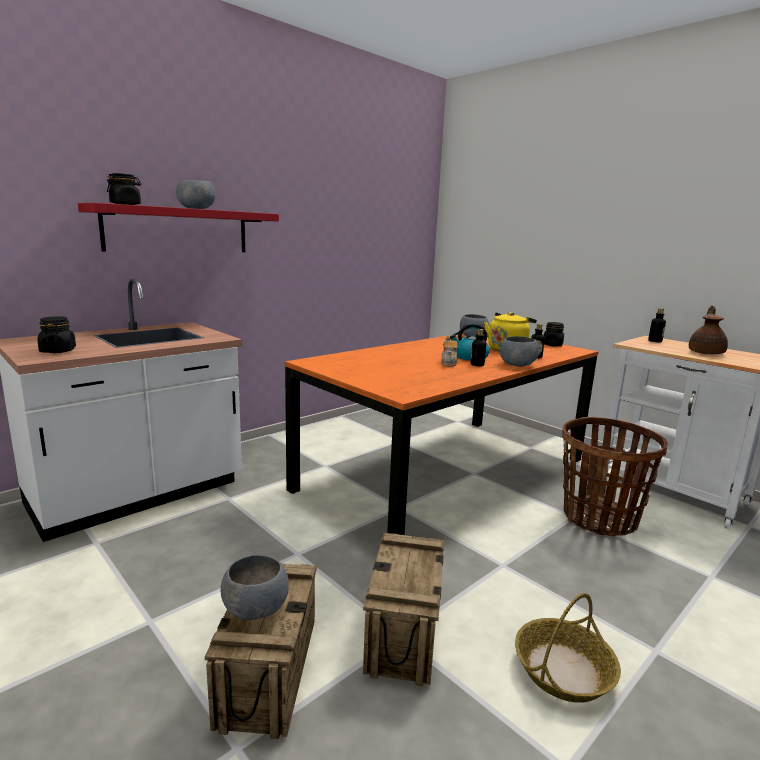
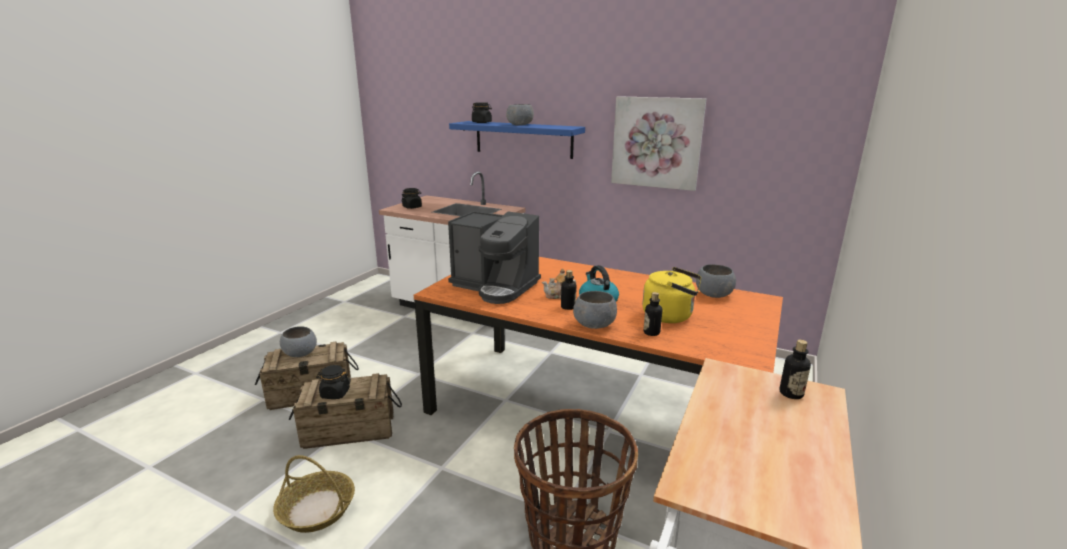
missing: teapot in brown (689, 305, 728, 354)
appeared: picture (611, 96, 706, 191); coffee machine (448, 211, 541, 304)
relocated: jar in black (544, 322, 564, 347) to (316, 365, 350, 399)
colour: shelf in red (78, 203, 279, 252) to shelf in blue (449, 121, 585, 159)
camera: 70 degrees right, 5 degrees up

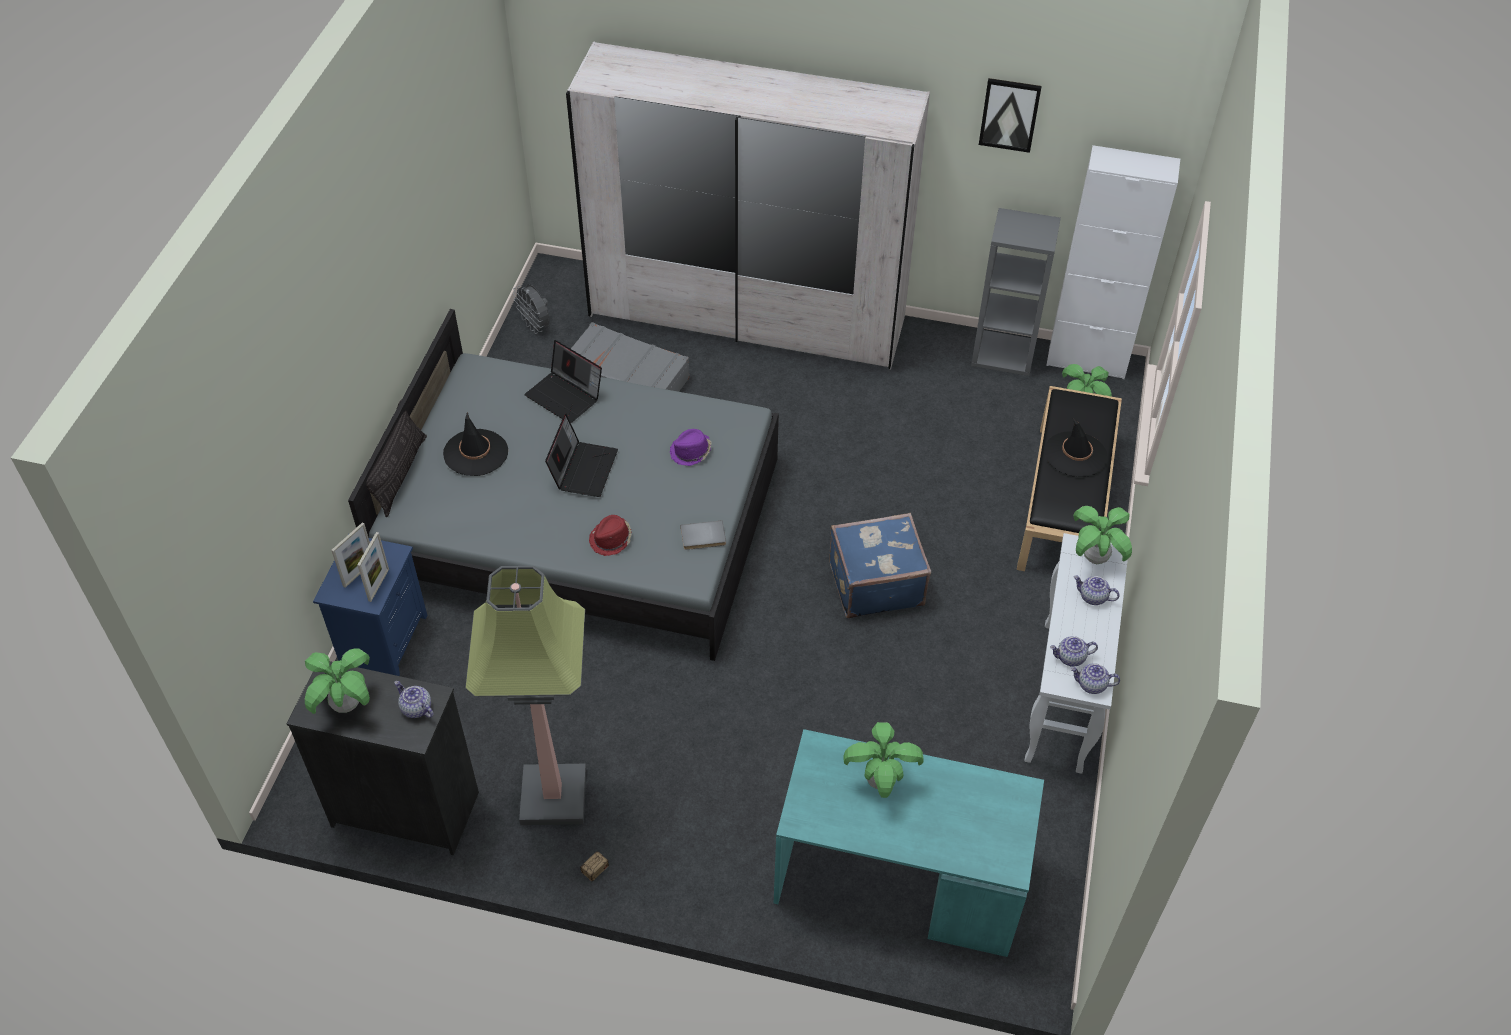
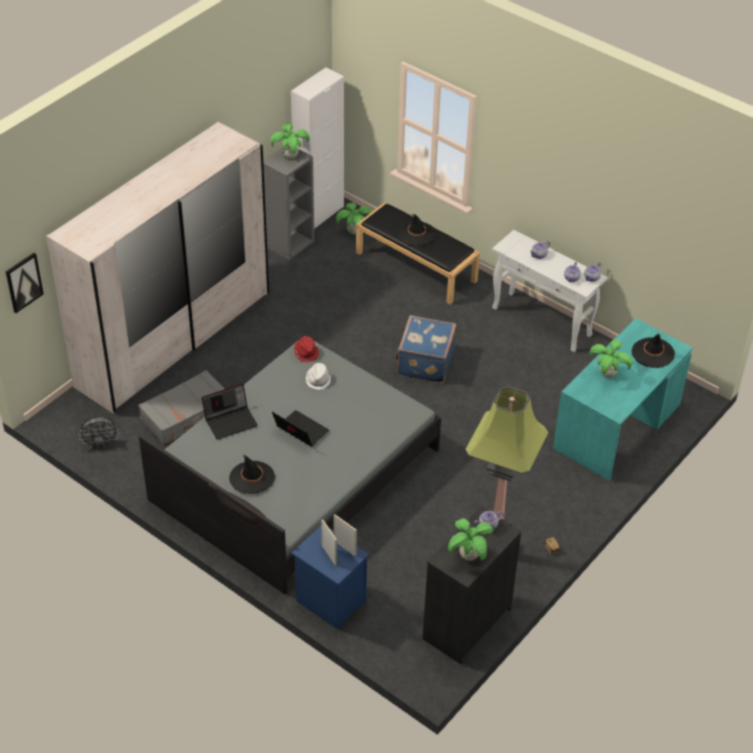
missing: book in grey (680, 520, 726, 550)
appeared: hat in black (632, 334, 675, 368)
relocated: picture (979, 78, 1042, 153) to (5, 253, 44, 313); potted plant (1073, 506, 1132, 564) to (270, 123, 310, 159); hat in red (589, 515, 632, 556) to (294, 336, 319, 362)
colour: hat in purple (670, 429, 711, 466) to hat in white (306, 363, 331, 390)
camera: 65 degrees left, 5 degrees down

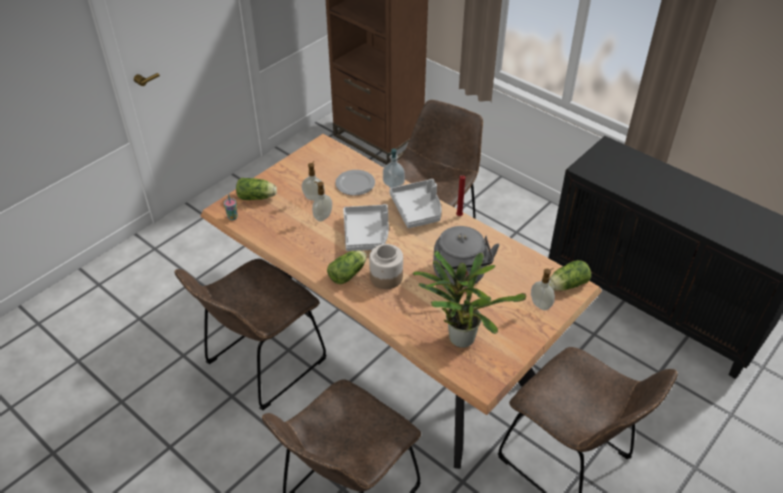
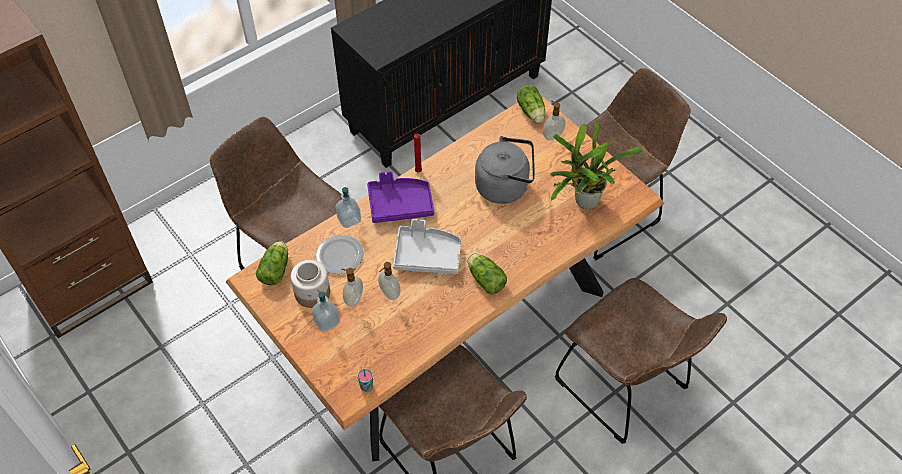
appeared: soap dispenser (311, 289, 340, 332)
relocated: lettuce (236, 178, 277, 200) to (256, 241, 288, 286); jar (369, 244, 403, 289) to (290, 260, 330, 308)
colour: tray in grey (389, 179, 441, 228) to tray in purple (367, 171, 434, 223)
camera: 80 degrees left, 10 degrees up

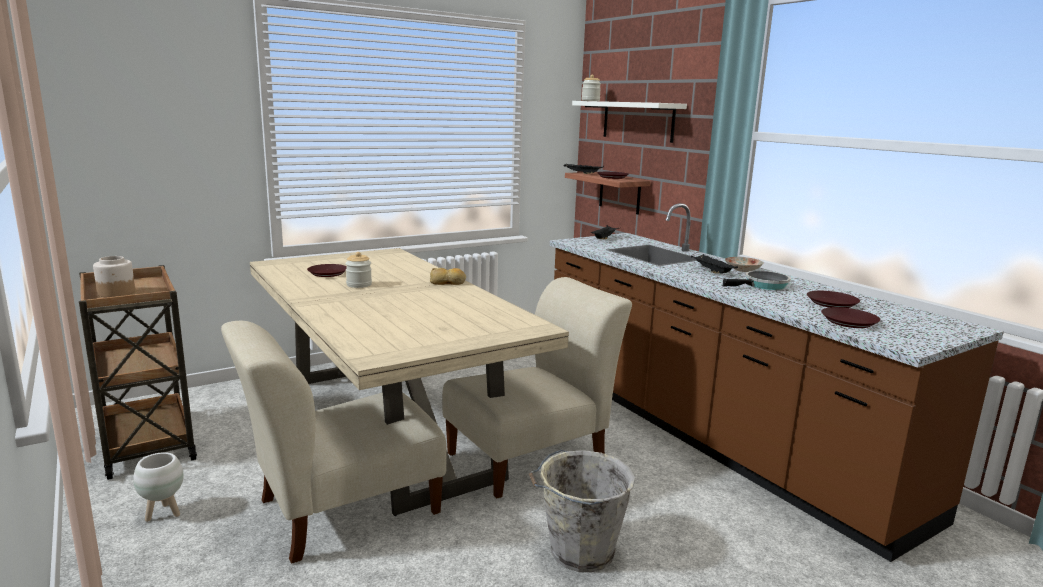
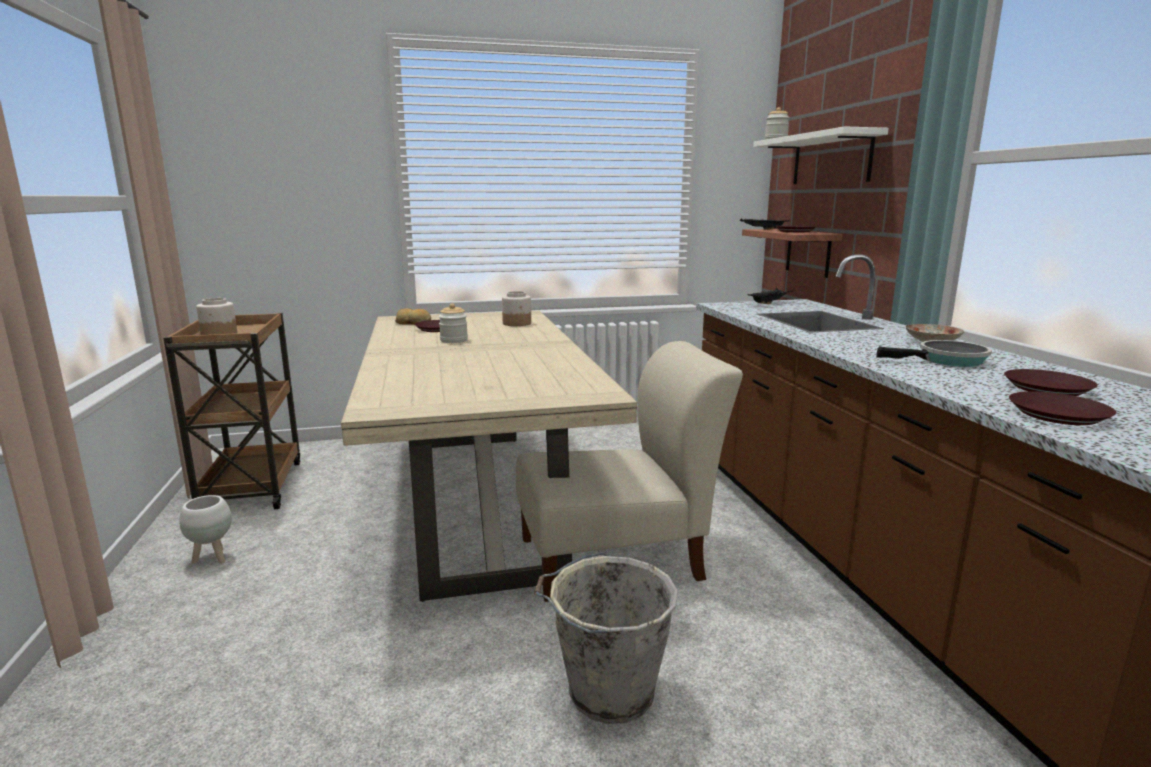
missing: tray in black (691, 254, 738, 274); chair in beige (221, 321, 447, 564)
appeared: jar (502, 291, 531, 326)
relocated: bread (430, 268, 466, 285) to (395, 308, 431, 325)
camera: 20 degrees right, 0 degrees up

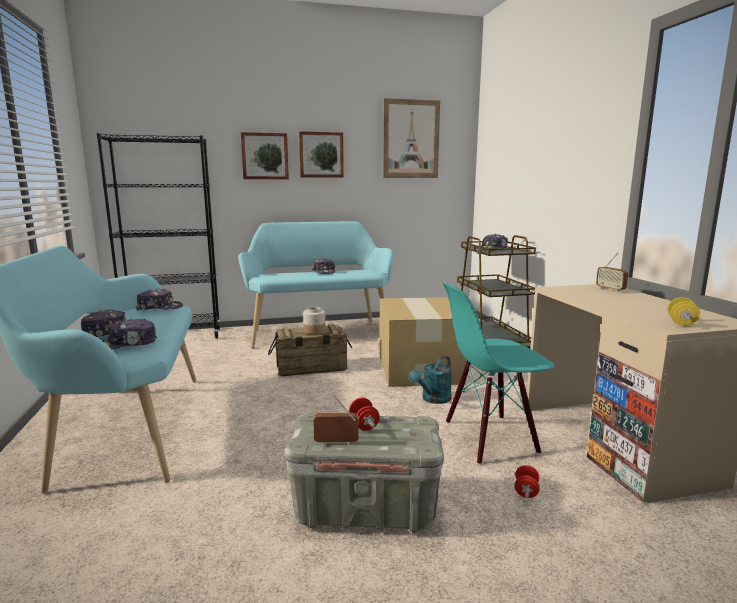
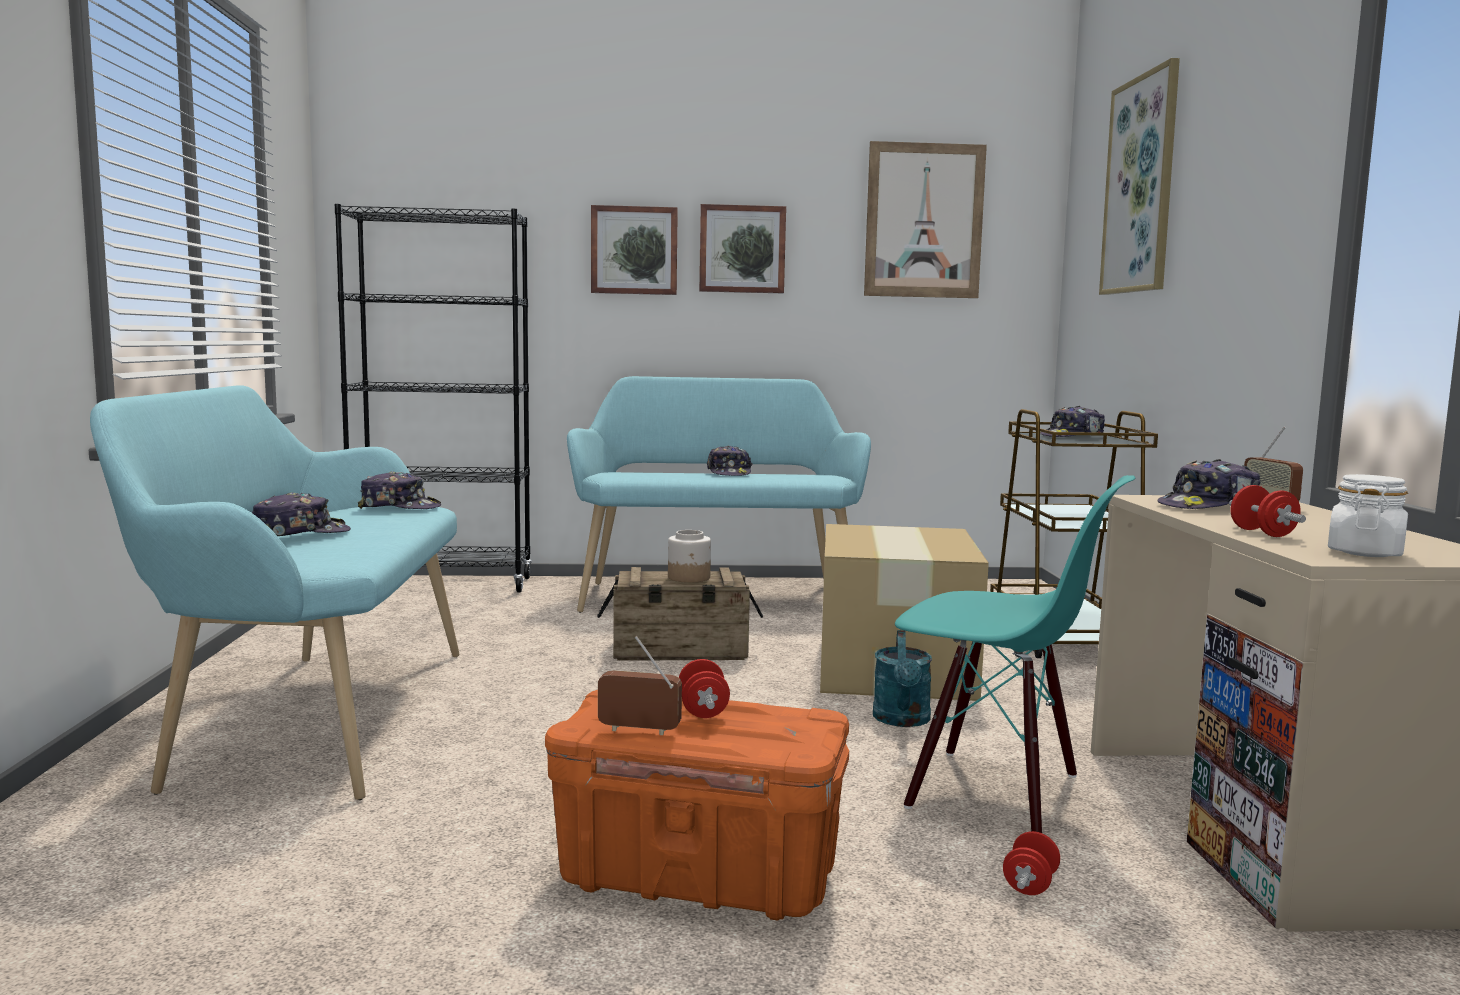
appeared: picture (1099, 58, 1180, 295); dumbbell in red (1229, 485, 1306, 537)
relocated: cap (102, 319, 157, 349) to (1157, 459, 1260, 509)
exchanged: dumbbell in yellow (668, 297, 700, 326) to jar in white (1328, 474, 1408, 557)
colour: storage box in grey (285, 413, 444, 533) to storage box in orange (545, 690, 849, 921)
spun: chair in turquoise (442, 282, 555, 465) = (895, 475, 1135, 833) 150 degrees counterclockwise; watering can in turquoise (409, 356, 452, 404) = (873, 630, 932, 727) 45 degrees counterclockwise
camera: 10 degrees right, 5 degrees down

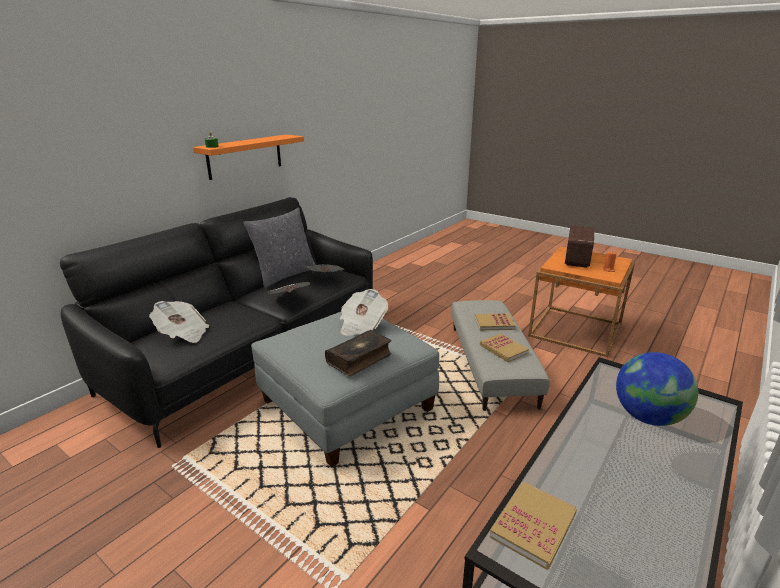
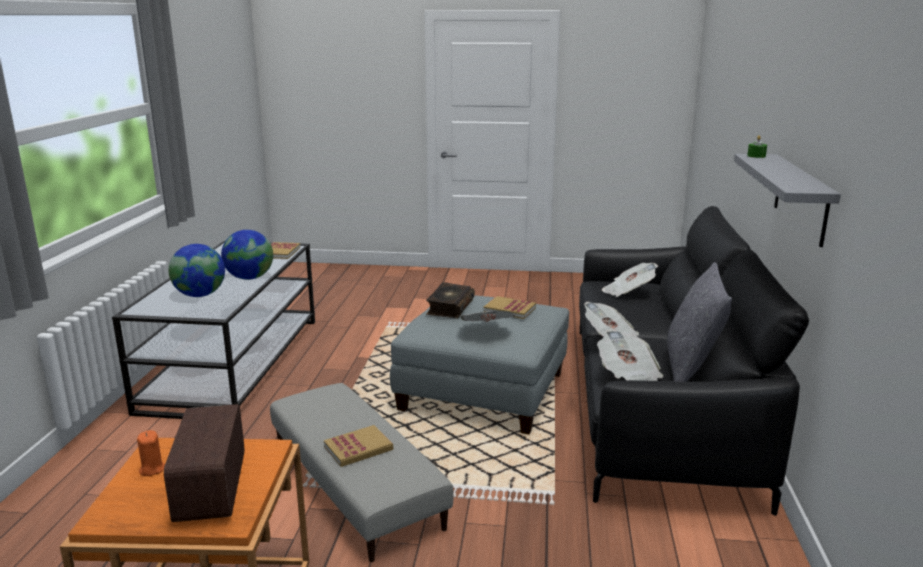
appeared: globe (221, 230, 273, 280)
relocated: book (480, 333, 529, 362) to (484, 296, 536, 319)
colour: shelf in orange (193, 134, 304, 180) to shelf in grey (734, 154, 841, 247)
camera: 150 degrees right, 5 degrees down

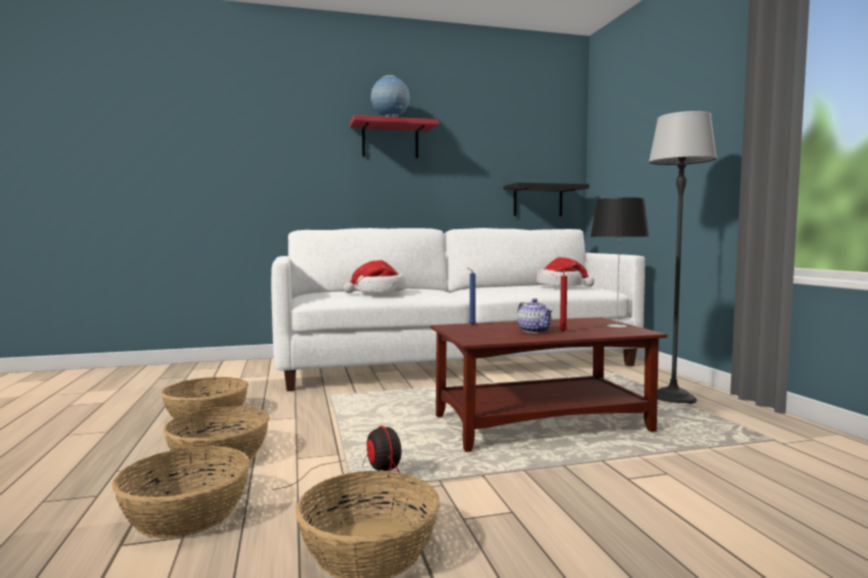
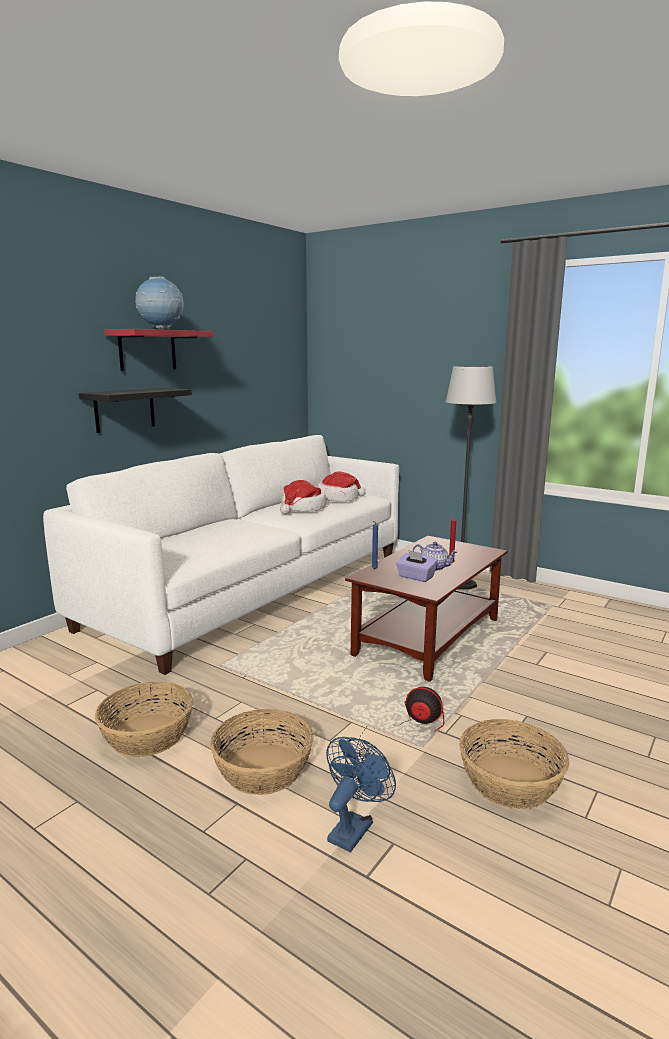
missing: table lamp (590, 198, 649, 328)
appeared: tissue box in purple (396, 550, 438, 582)
relocated: shelf in black (504, 182, 589, 216) to (79, 388, 192, 433); hat (344, 260, 406, 293) to (280, 480, 326, 514)
exchanged: basket (112, 446, 251, 538) to fan in blue (326, 737, 396, 852)
camera: 40 degrees left, 10 degrees up

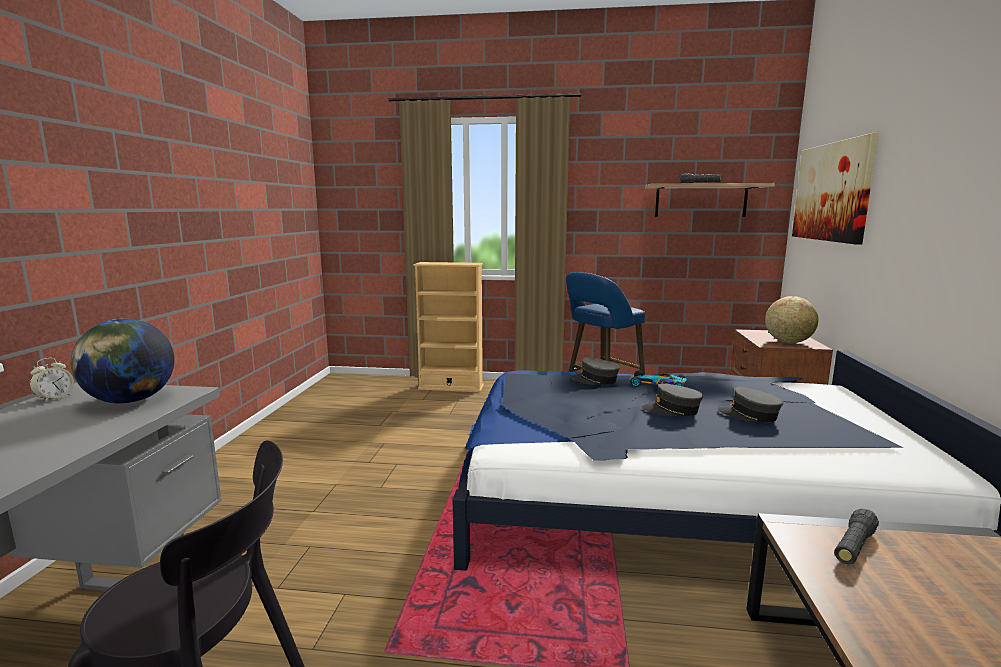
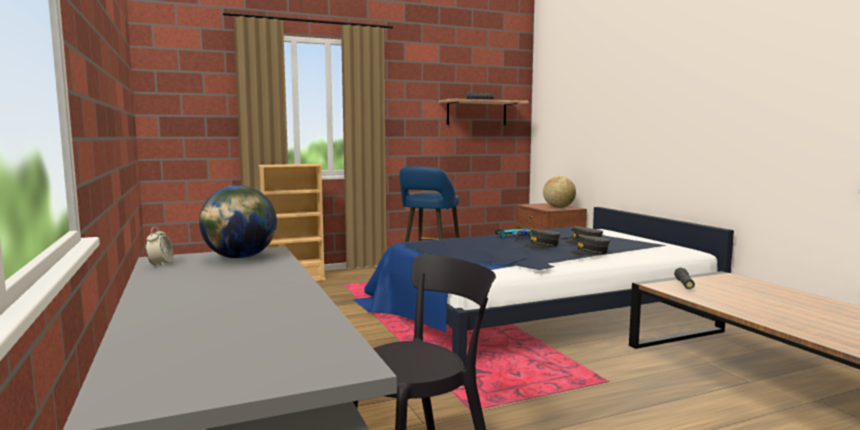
missing: picture (792, 133, 879, 245)
relocated: cap in grey (570, 357, 620, 385) to (569, 235, 610, 255)
camera: 30 degrees left, 5 degrees down

